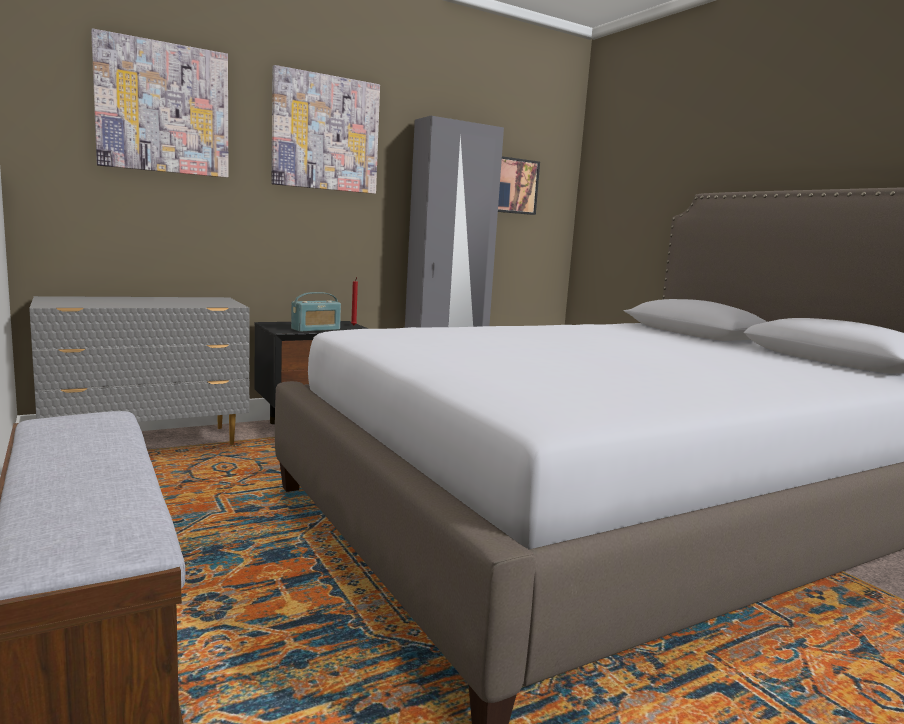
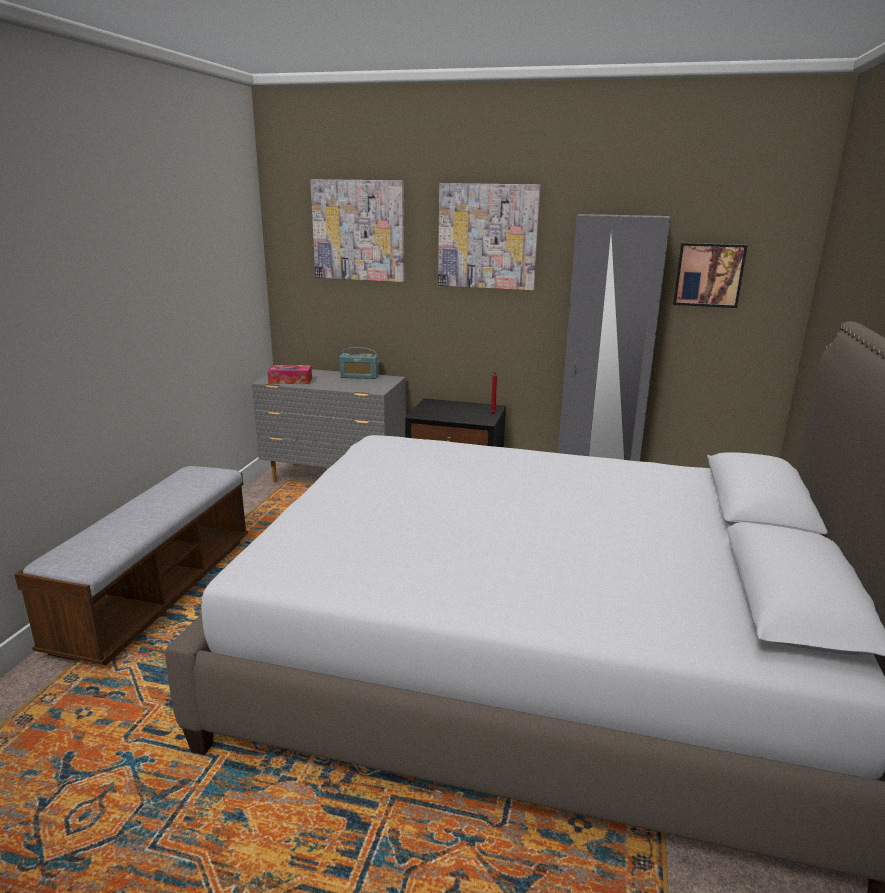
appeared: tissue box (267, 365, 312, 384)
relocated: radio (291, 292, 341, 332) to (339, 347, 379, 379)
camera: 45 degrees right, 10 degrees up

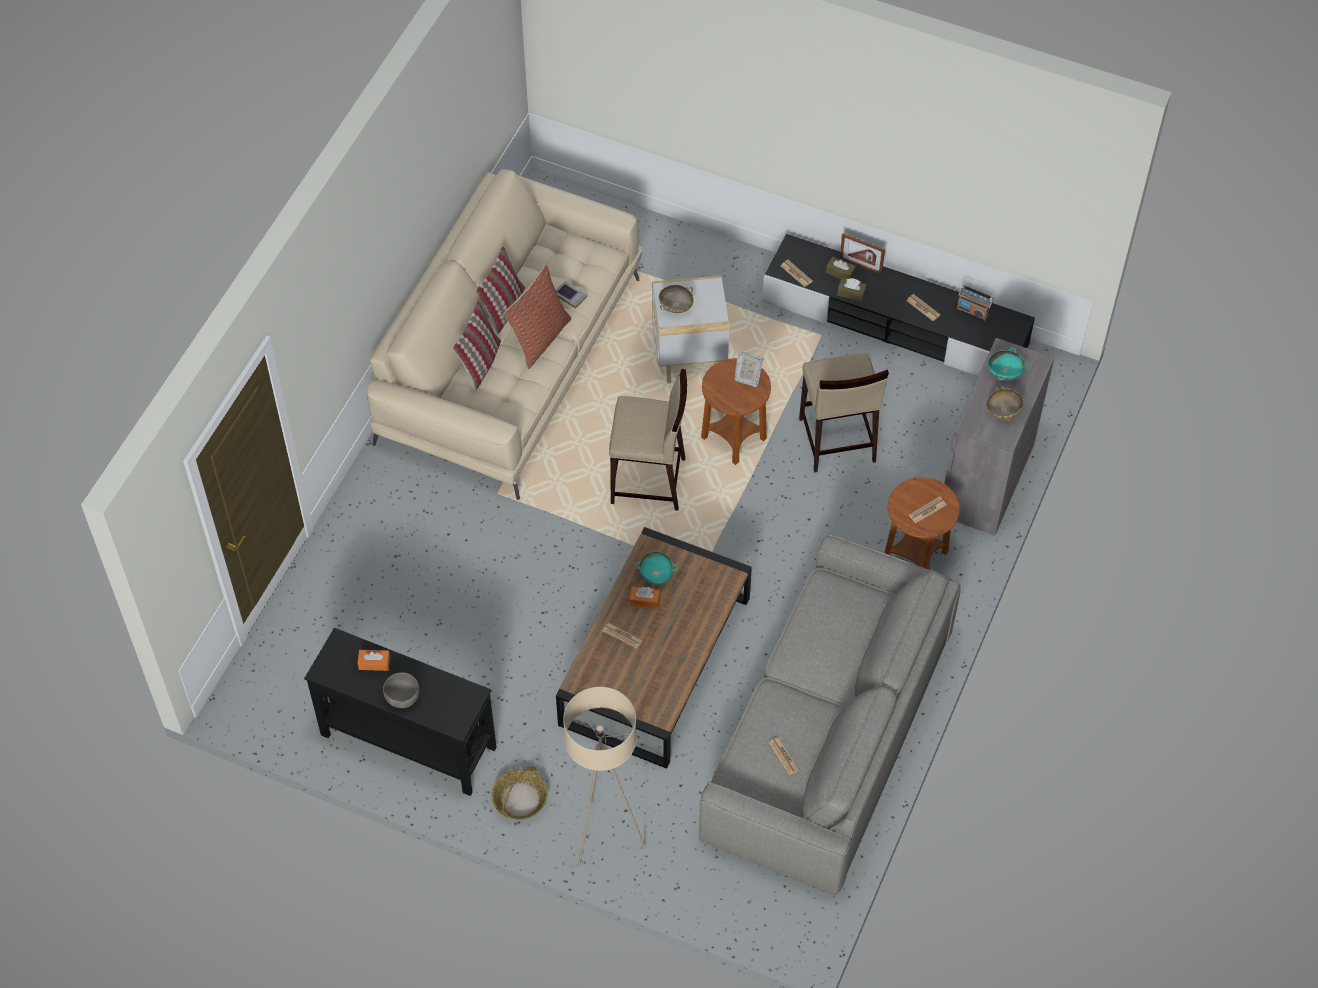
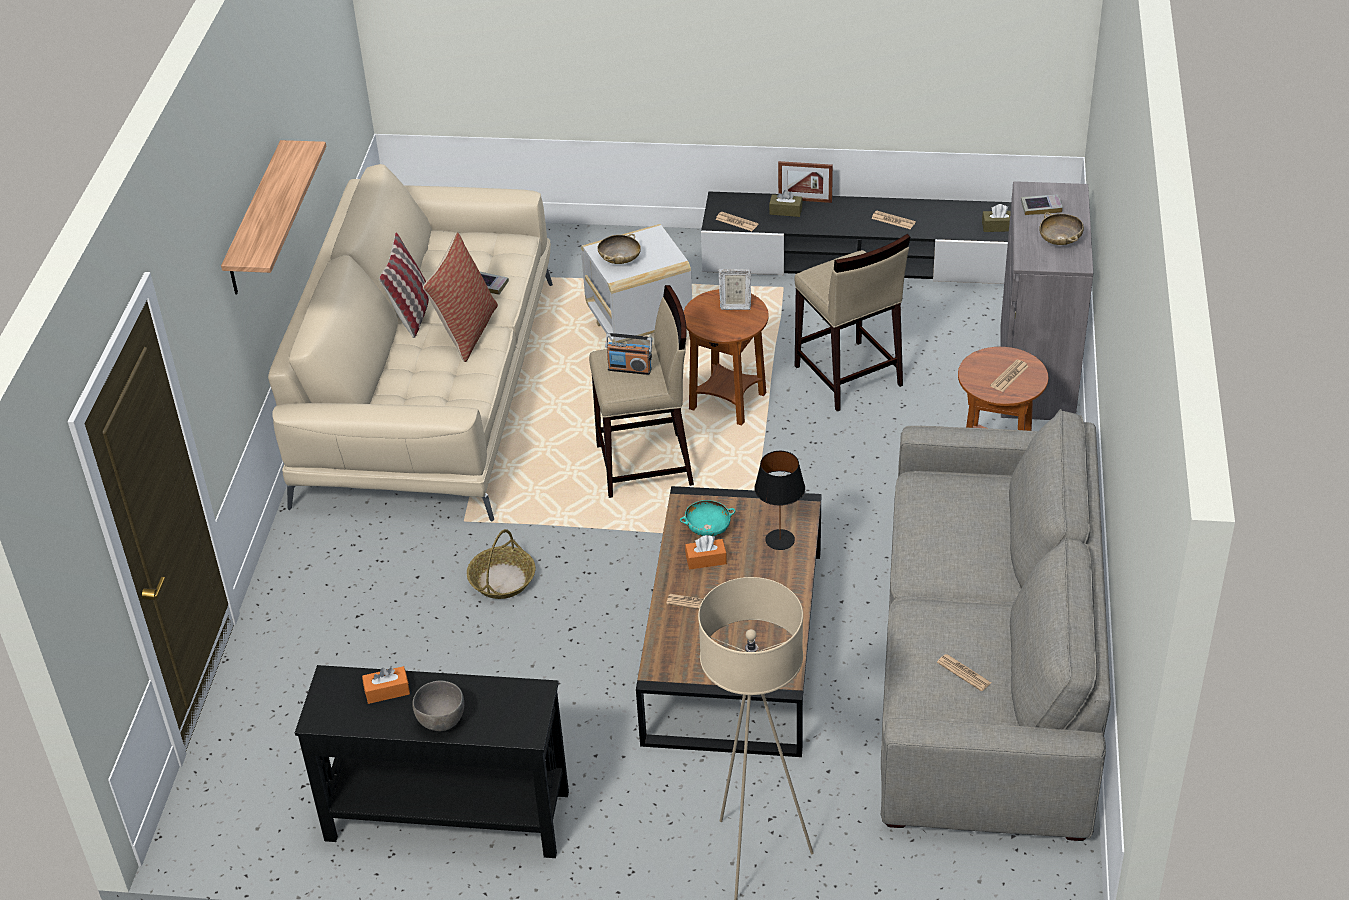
missing: pillow (453, 301, 501, 390)
appeared: shelf (221, 140, 326, 294); table lamp in black (754, 451, 805, 550)
relocated: tissue box in brown (837, 278, 867, 302) to (982, 204, 1010, 232); radio (957, 285, 993, 321) to (605, 333, 652, 375); basket (492, 766, 548, 820) to (467, 529, 535, 599)
exchanged: bowl in turquoise (988, 347, 1025, 380) to book (1021, 194, 1063, 215)
camera: 15 degrees left, 15 degrees down

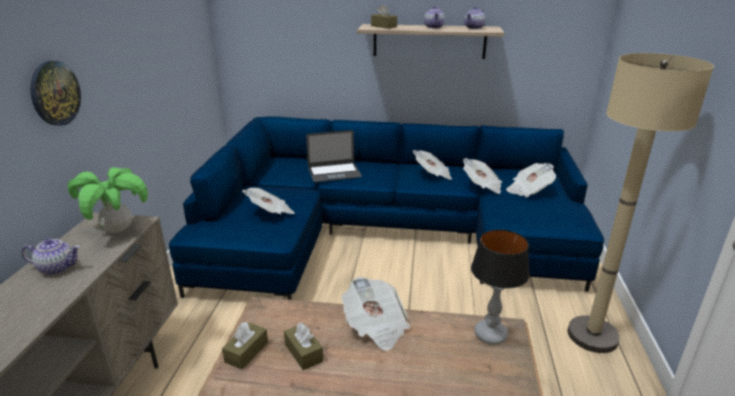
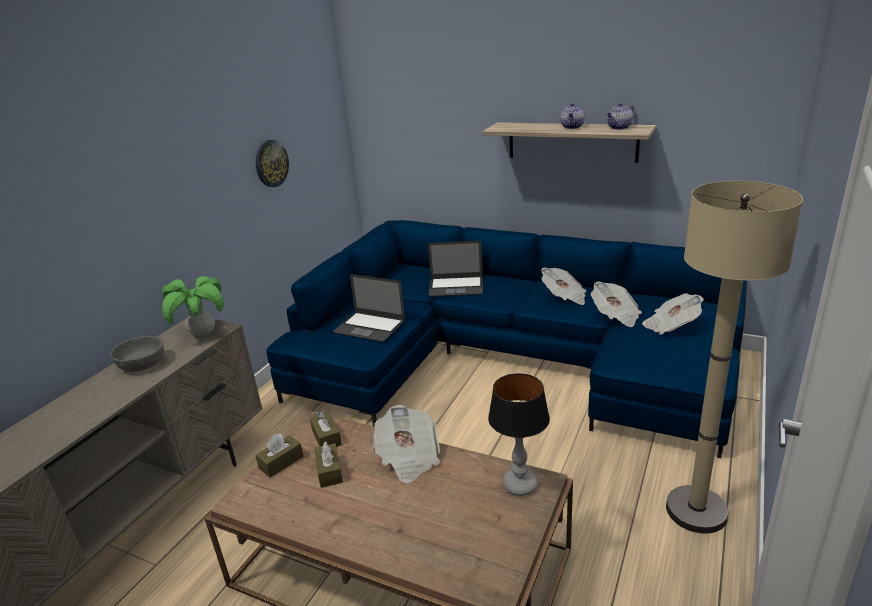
relocated: tissue box in brown (371, 4, 397, 29) to (310, 411, 342, 447); wall clock (30, 61, 81, 126) to (256, 140, 289, 187)
exchanged: newspaper (242, 188, 295, 214) to laptop (333, 274, 405, 342); teapot (21, 239, 80, 275) to bowl in grey (110, 336, 164, 372)
camera: 20 degrees right, 0 degrees up

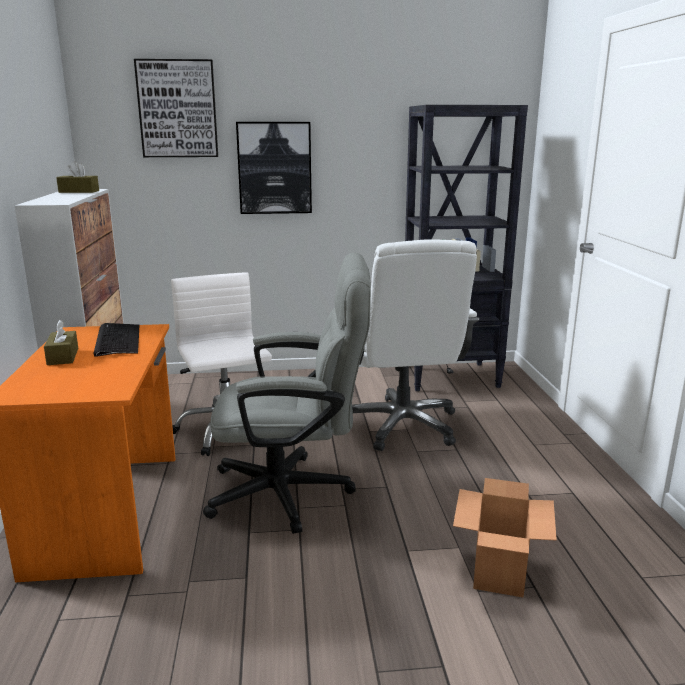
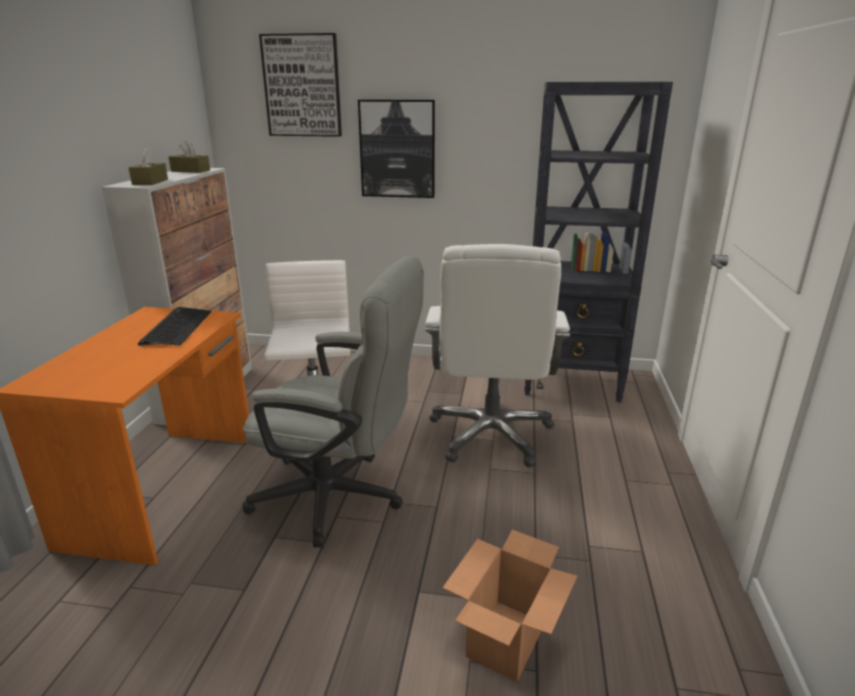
relocated: tissue box in brown (44, 320, 78, 365) to (129, 148, 168, 185)
camera: 15 degrees right, 5 degrees up

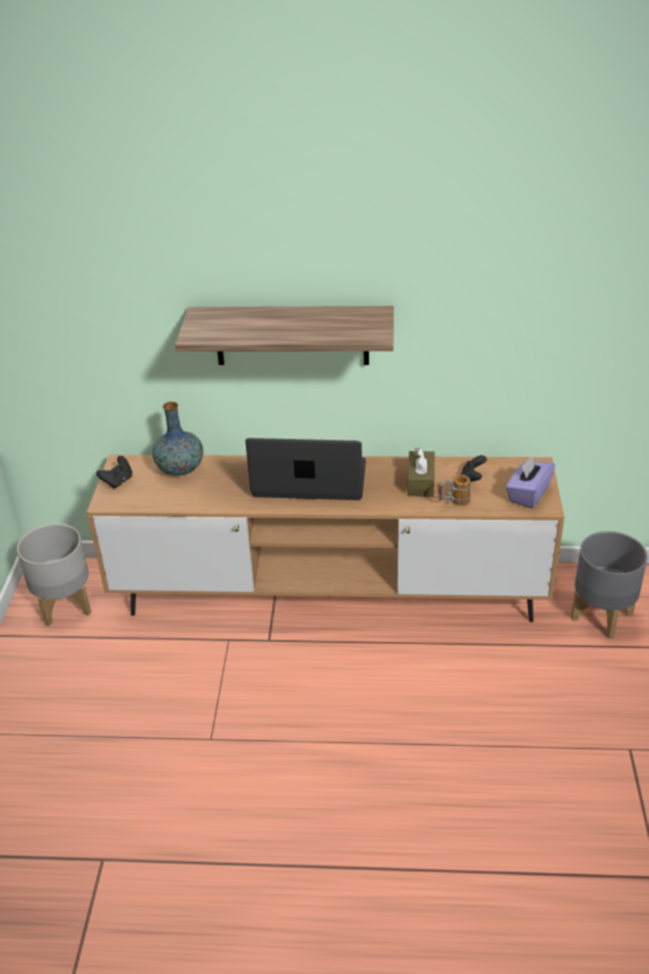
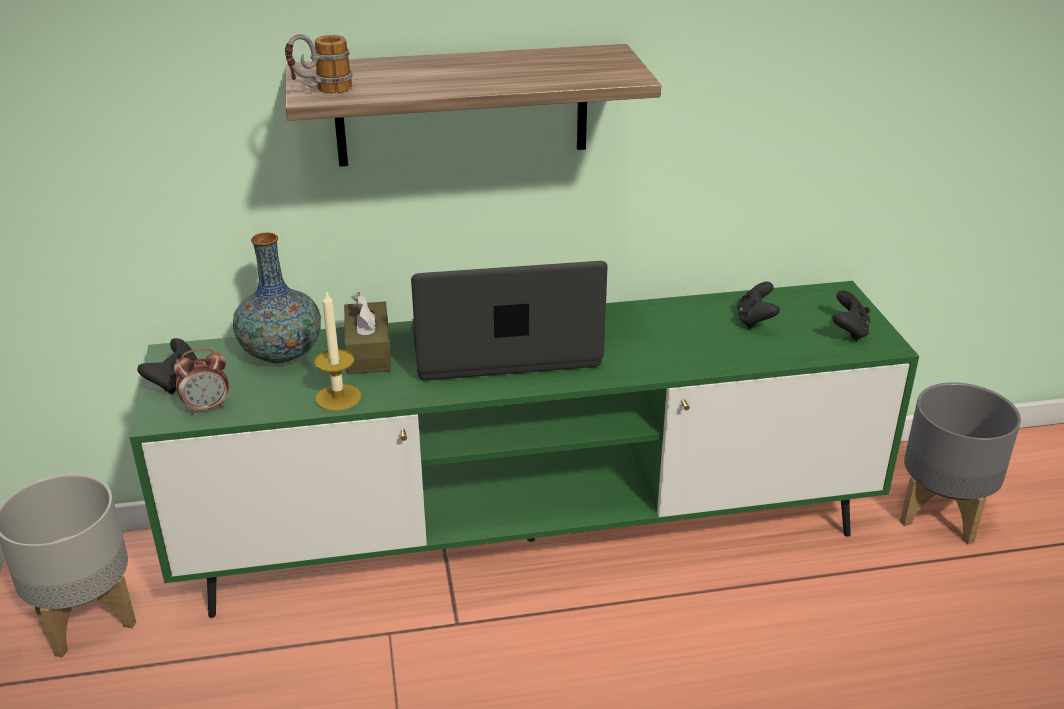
appeared: candle (314, 290, 361, 411); alarm clock (174, 348, 229, 415)
relocated: tissue box in brown (407, 447, 435, 497) to (344, 292, 391, 374); mug (438, 475, 471, 506) to (285, 34, 353, 93)
exchanged: tissue box in purple (506, 456, 555, 508) to game controller in black (833, 290, 870, 341)
colour: tv stand in brown (87, 455, 564, 622) to tv stand in green (129, 281, 919, 618)
camera: 15 degrees left, 5 degrees down

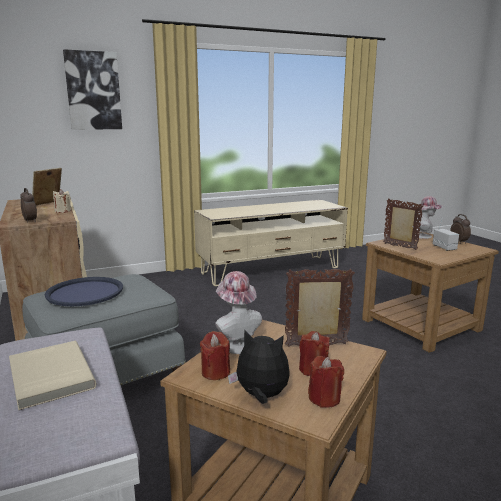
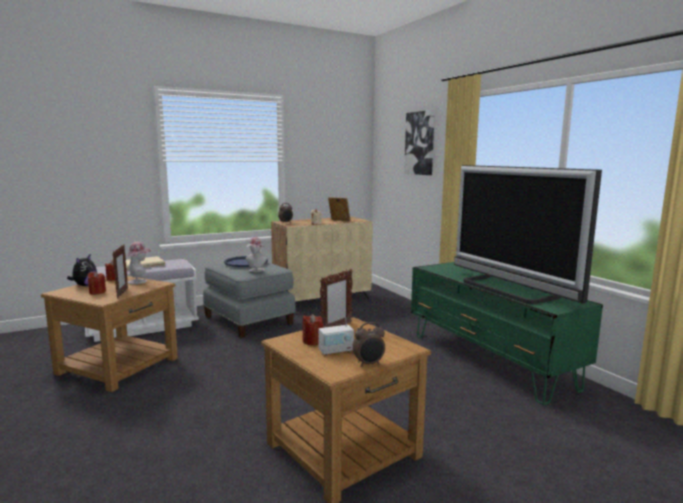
appeared: television (454, 165, 602, 304)
relocated: hat (415, 196, 443, 239) to (246, 237, 267, 272); candle in red (308, 356, 344, 408) to (302, 314, 323, 345)
colour: tv stand in beige (194, 200, 348, 286) to tv stand in green (411, 262, 603, 405)
camera: 85 degrees right, 5 degrees down

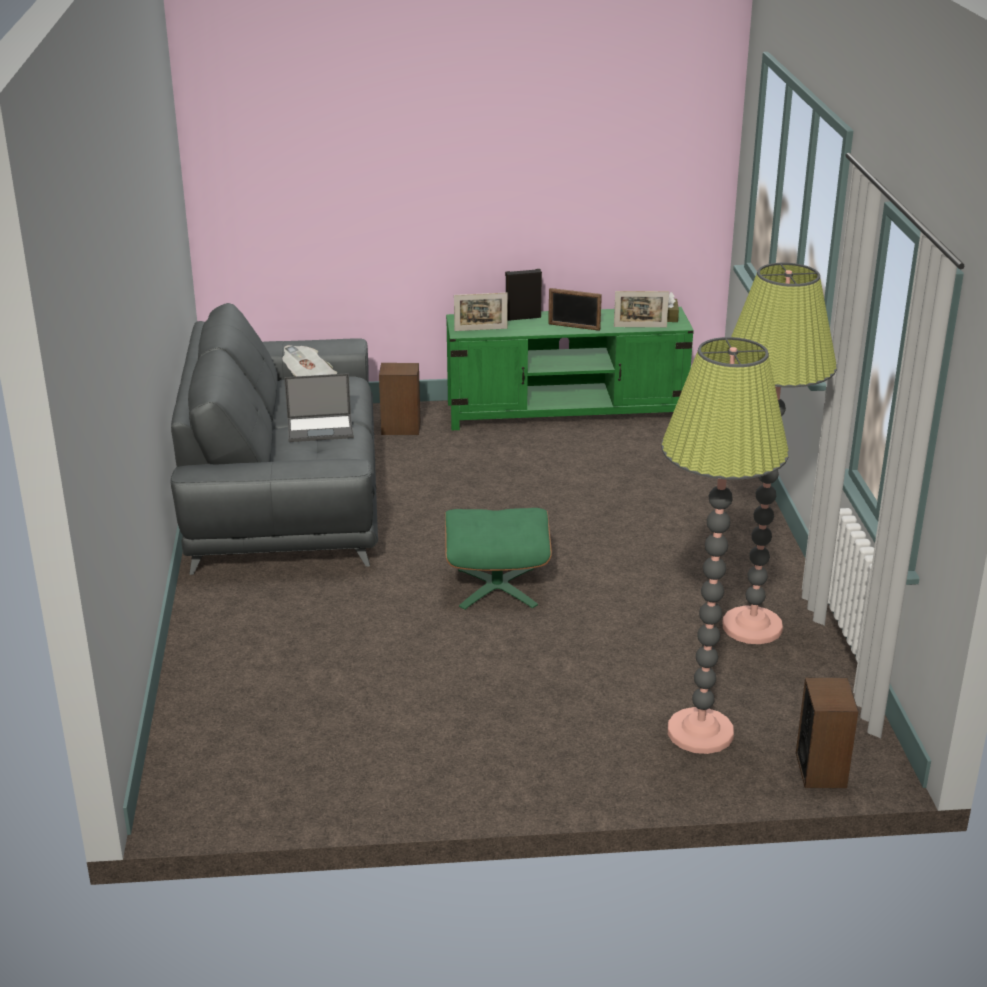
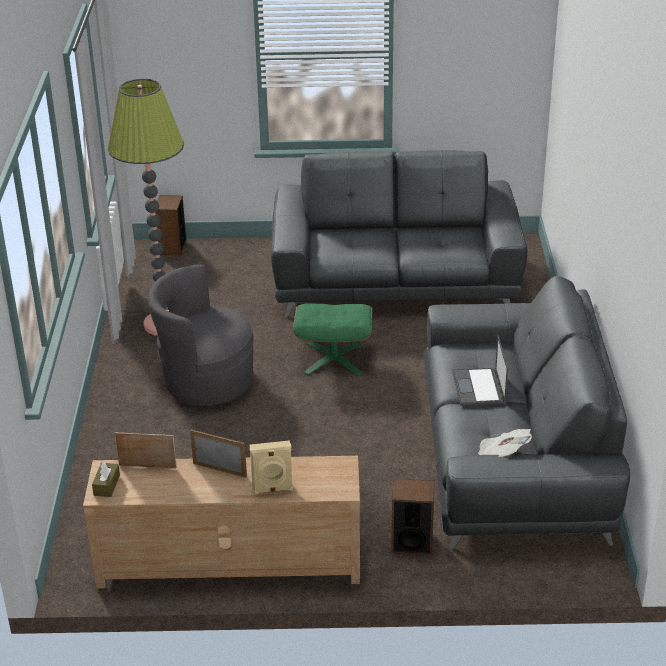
missing: picture frame (454, 293, 508, 331); floor lamp (661, 337, 789, 754)
appeared: sofa in grey (271, 150, 527, 317); armchair in grey (148, 265, 254, 406)
colour: speaker in black (505, 269, 542, 321) to speaker in beige (250, 440, 293, 494); tv stand in green (446, 307, 694, 430) to tv stand in beige (83, 456, 360, 589)
spun: laptop (284, 373, 354, 442) = (452, 335, 508, 406) 90 degrees counterclockwise
camera: 175 degrees left, 5 degrees up

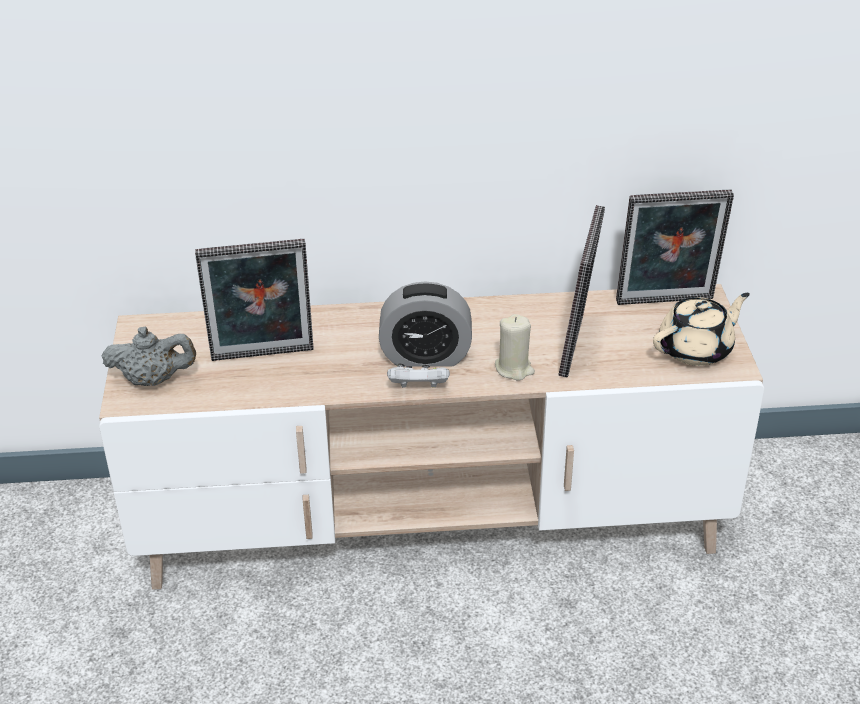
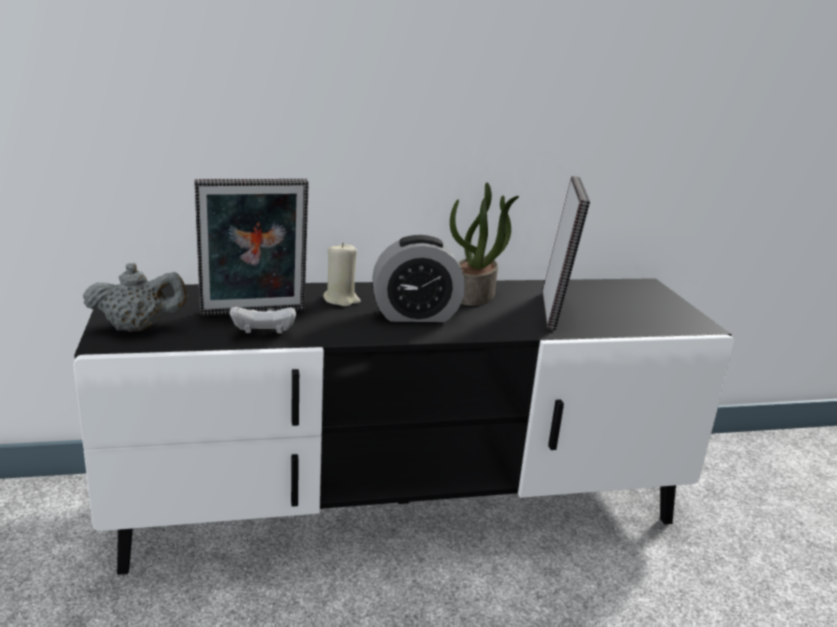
missing: picture frame (616, 190, 734, 305); teapot in beige (653, 293, 750, 366)
appeared: potted plant (450, 182, 519, 306)
relocated: candle in beige (495, 314, 535, 381) to (323, 242, 361, 306); game controller in white (387, 364, 450, 388) to (230, 307, 296, 334)
colour: tv stand in beige (99, 284, 764, 590) to tv stand in black (74, 278, 735, 575)
camera: 10 degrees left, 15 degrees down

